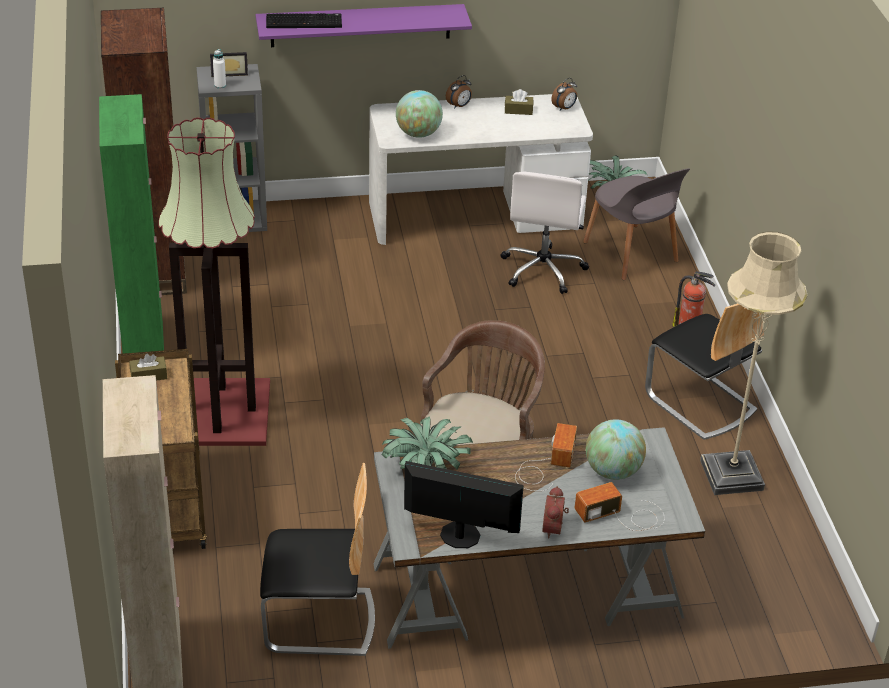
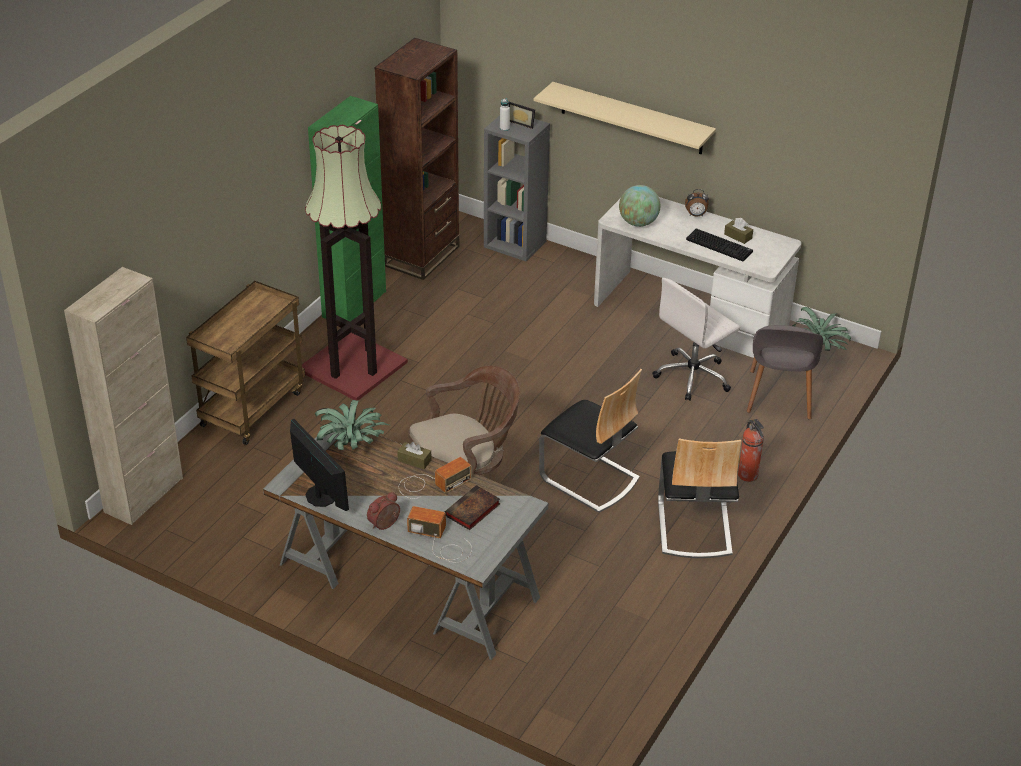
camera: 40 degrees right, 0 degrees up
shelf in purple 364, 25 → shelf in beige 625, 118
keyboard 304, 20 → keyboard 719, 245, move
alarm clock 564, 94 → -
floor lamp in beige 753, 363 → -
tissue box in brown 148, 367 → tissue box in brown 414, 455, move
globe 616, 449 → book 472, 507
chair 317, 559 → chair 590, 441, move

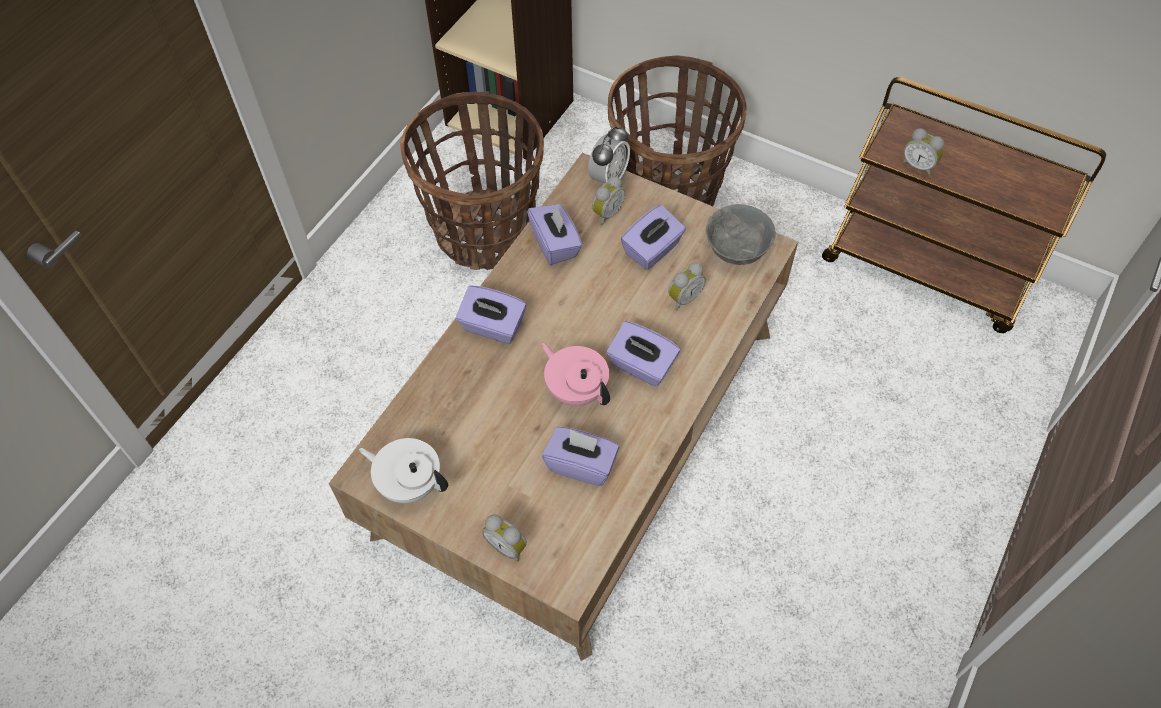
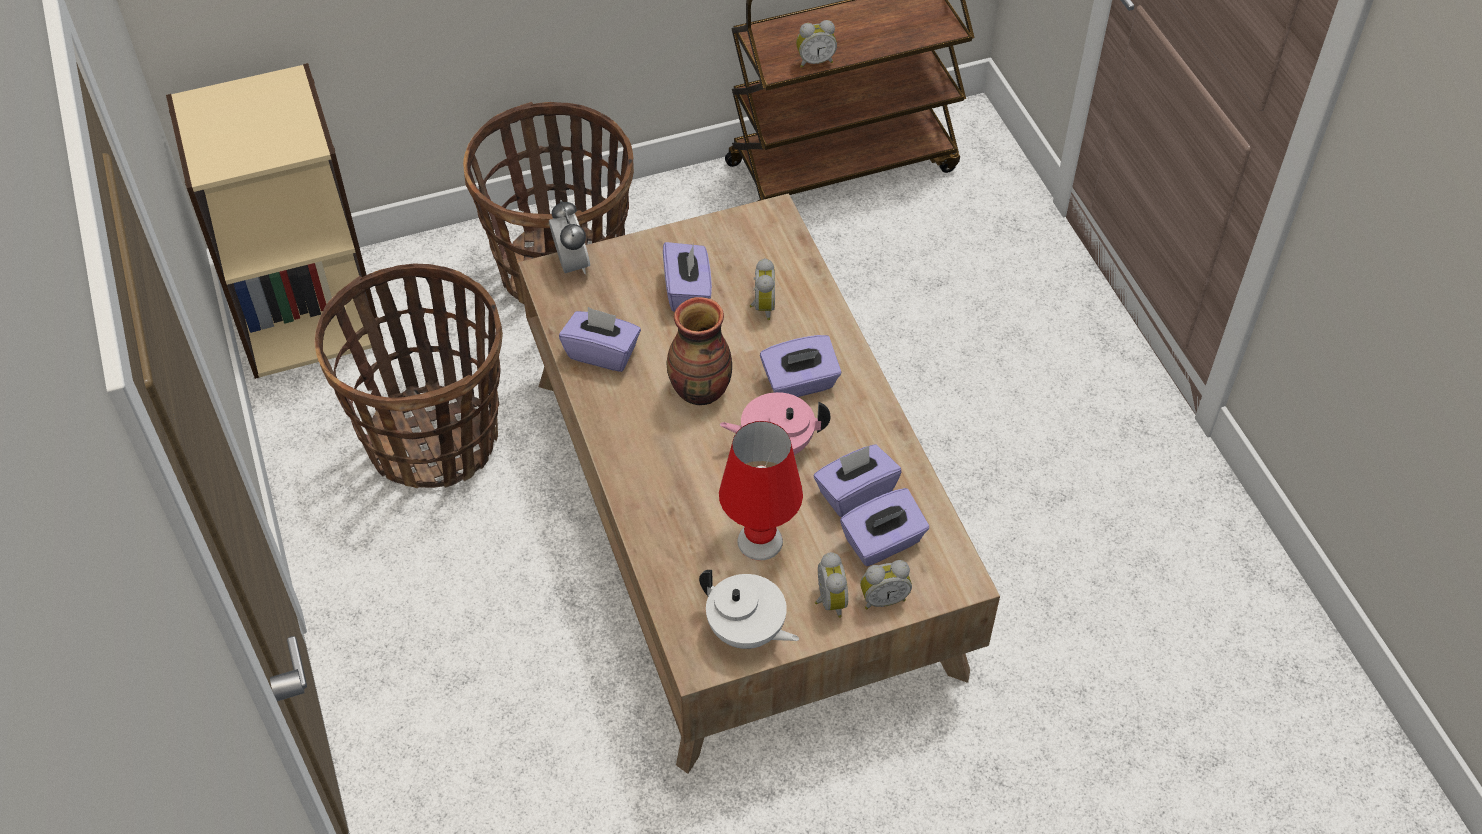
camera: 50 degrees left, 5 degrees down
alarm clock 608, 200 → alarm clock 831, 585, move
bowl in grey 741, 234 → -
tissue box in purple 491, 314 → tissue box in purple 884, 527, move
teapot in white 403, 470 → teapot in white 749, 609, 120 degrees counterclockwise
- → vase 699, 351
- → table lamp in red 761, 491

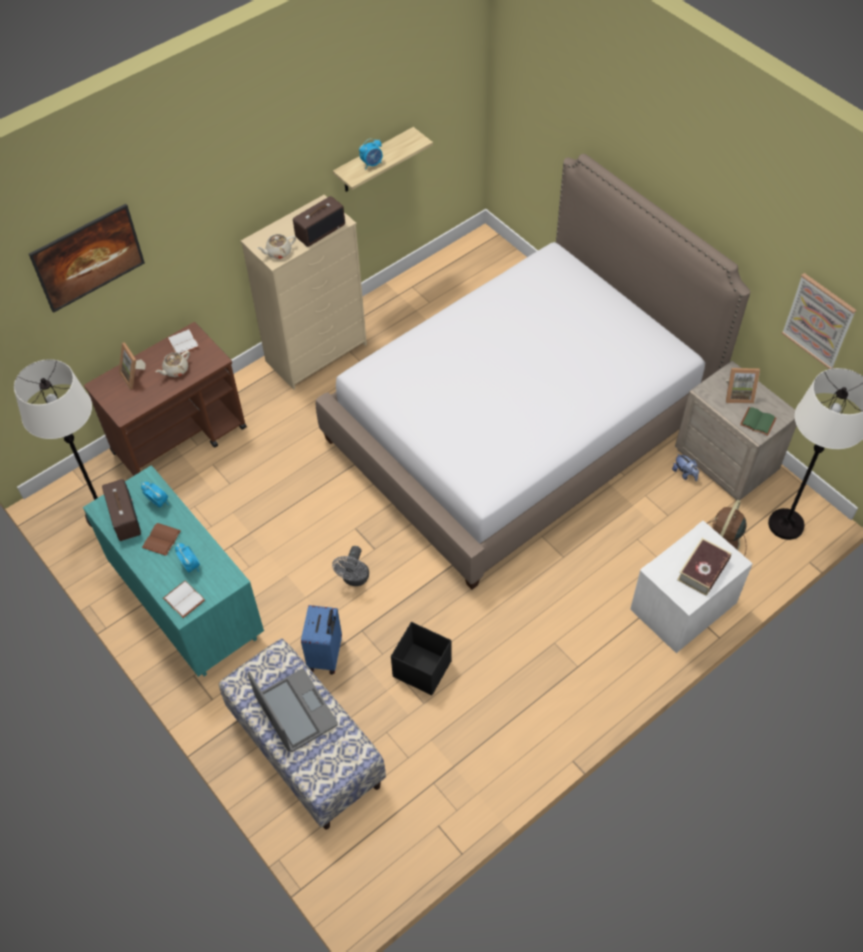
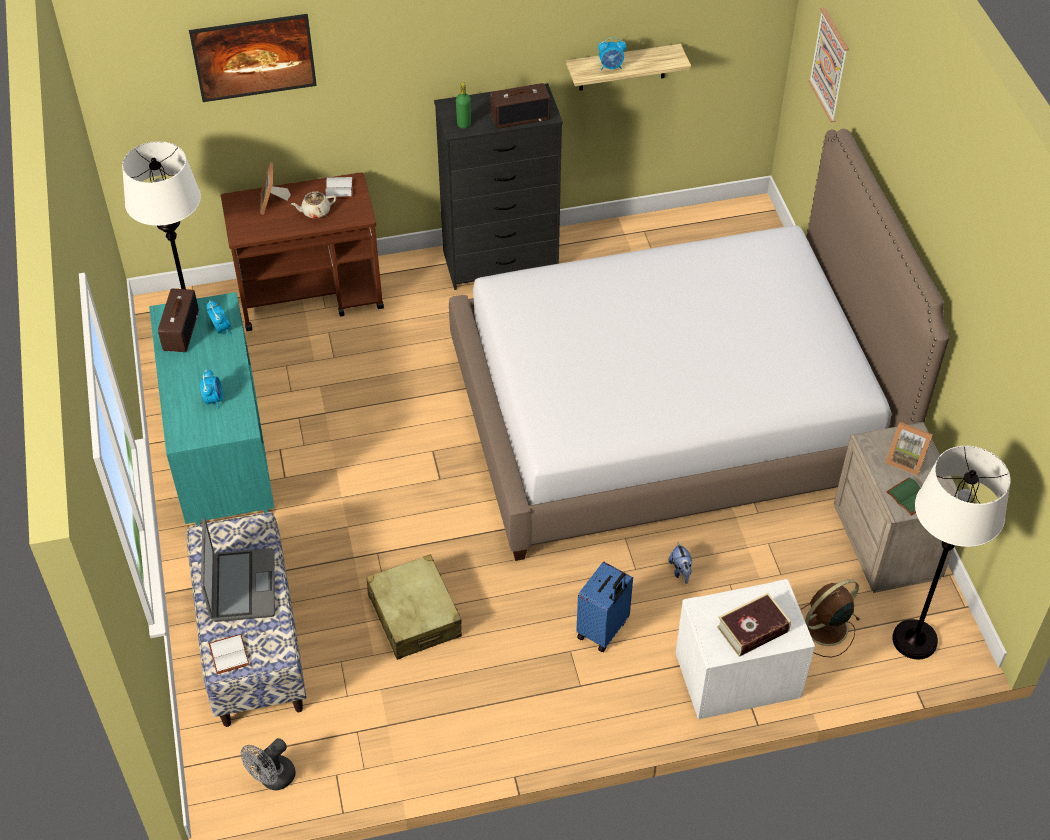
camera: 25 degrees right, 5 degrees down
dresser in beige 304, 292 → dresser in black 498, 186
teapot in beige 276, 246 → bottle in green 463, 105
picture 819, 321 → picture 828, 64, move
plush toy 685, 467 → plush toy 680, 563, move
book in brown 161, 539 → -
fan in grey 350, 566 → fan in grey 268, 764, move
book in white 184, 599 → book in white 229, 654, move
suitcase in blue 321, 639 → suitcase in blue 604, 607, move
storage box in black 421, 658 → suitcase in beige 414, 607

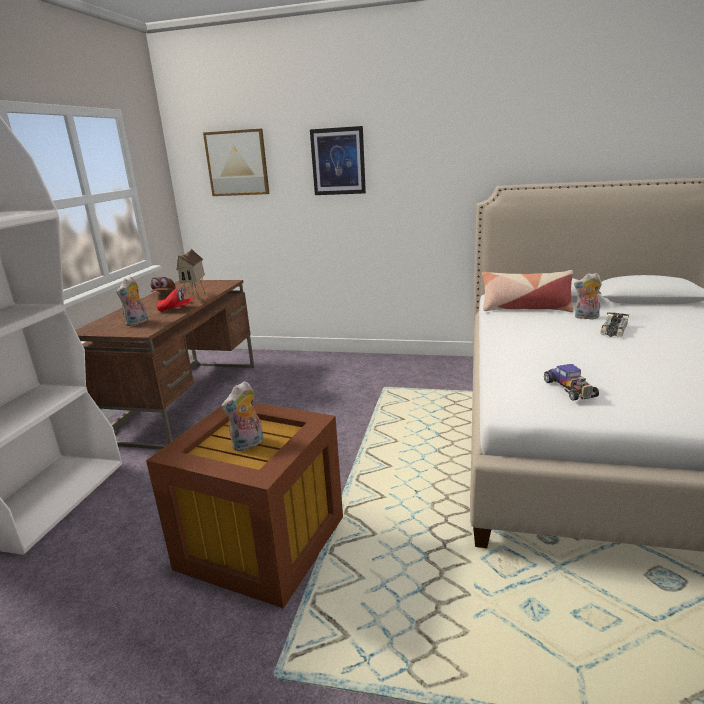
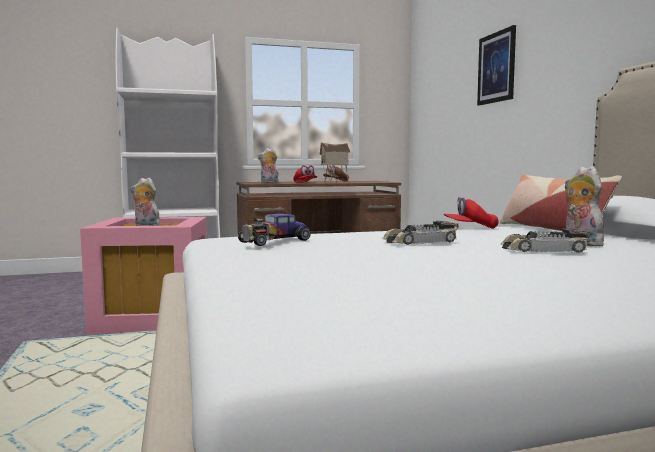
camera: 60 degrees right, 15 degrees down
picture 236, 162 → -
storage box in brown 244, 505 → storage box in pink 143, 275
- → cap in red 471, 213
- → toy car 420, 233

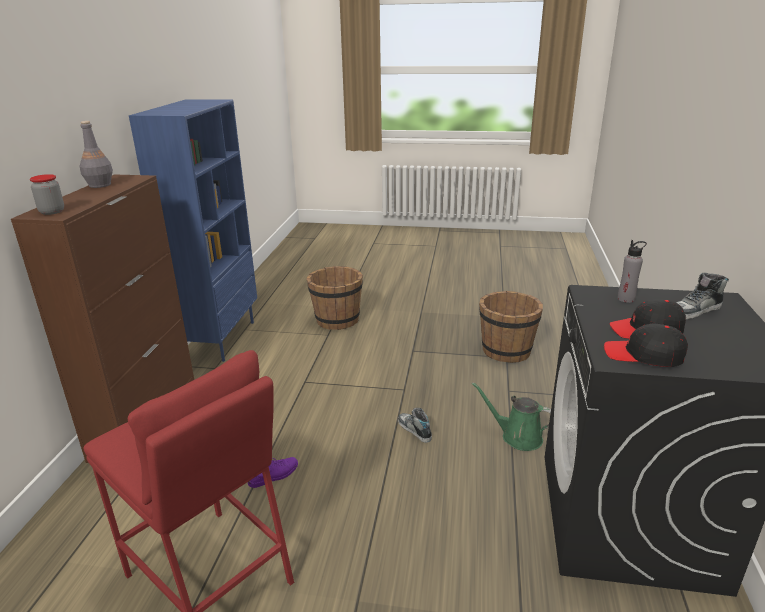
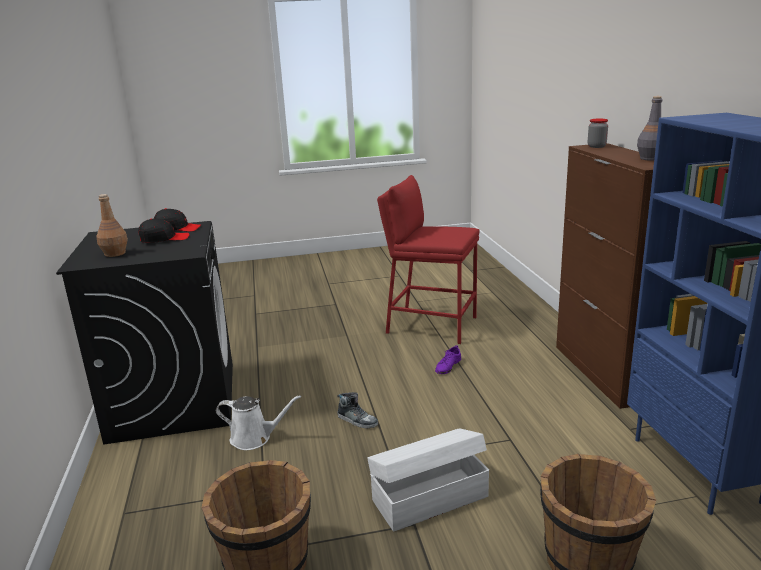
camera: 160 degrees right, 5 degrees down
bottle in grey 632, 271 → -
shoe 702, 296 → bottle in brown 112, 225
watering can in green 511, 416 → watering can in white 258, 422
- → storage box in white 428, 480

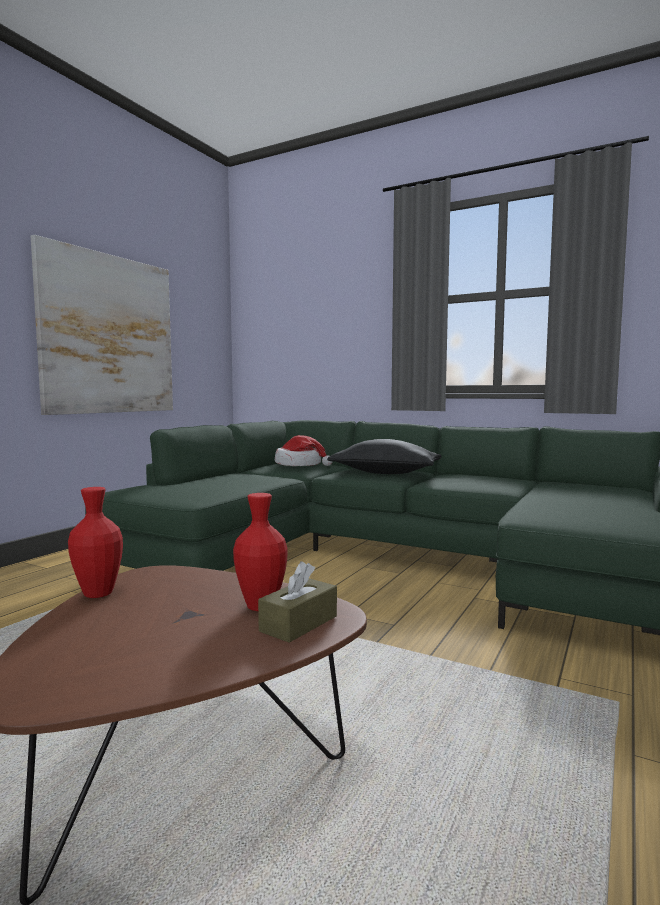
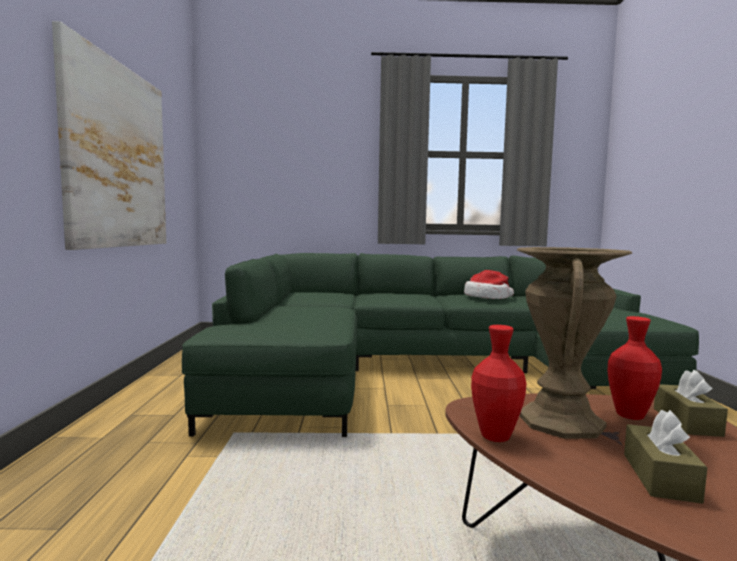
camera: 30 degrees left, 0 degrees up
hat 304, 450 → hat 489, 284, move
pillow in black 384, 456 → -
- → vase in brown 575, 343
- → tissue box in brown 666, 457

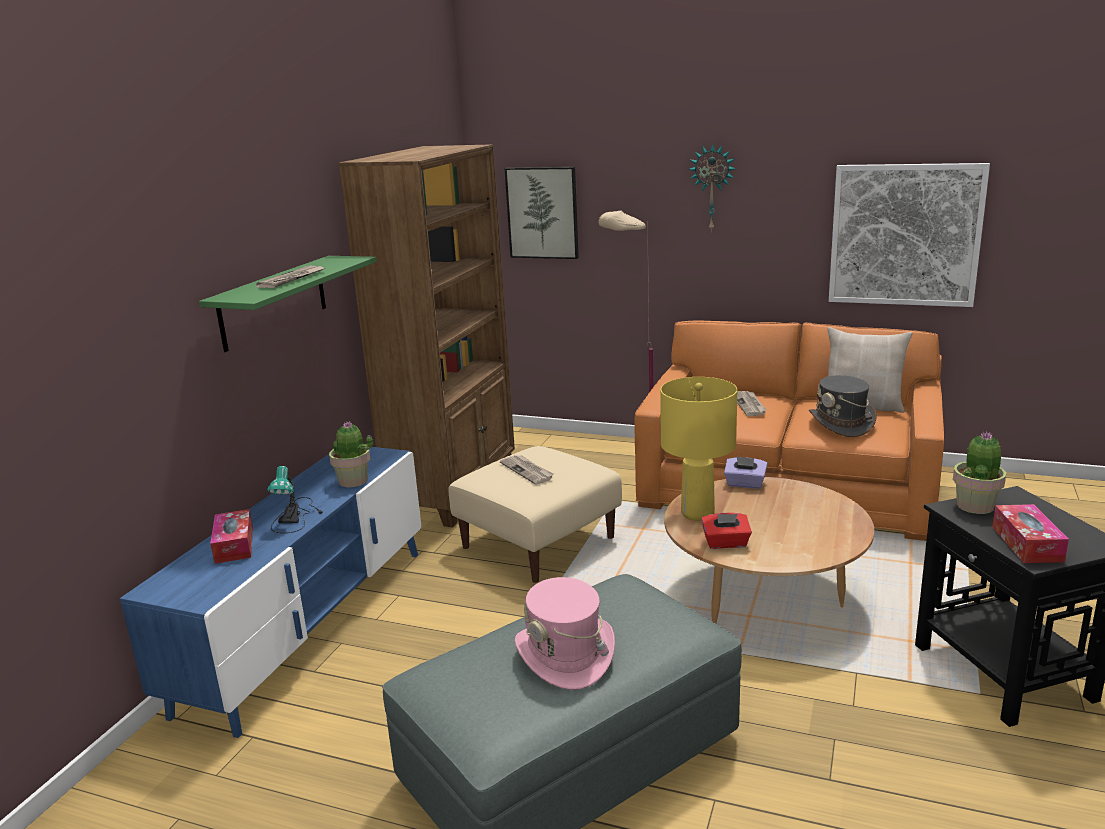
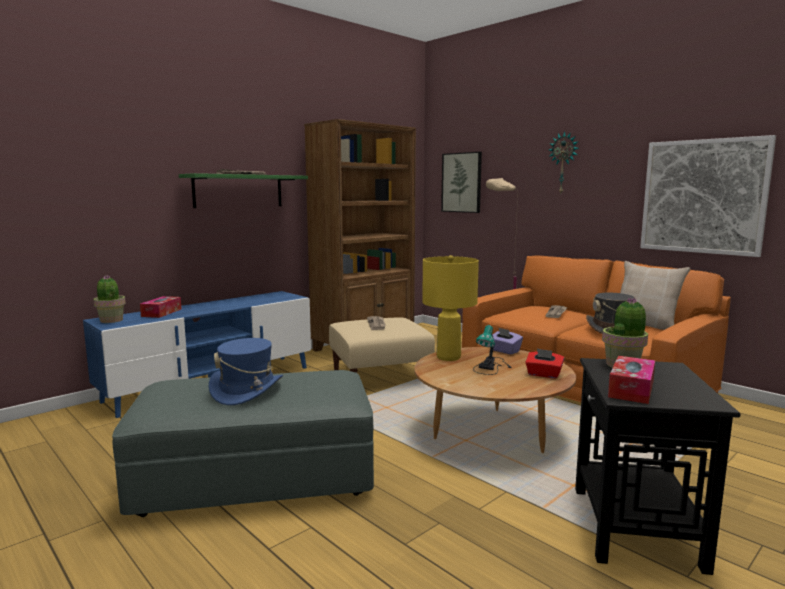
camera: 25 degrees right, 10 degrees down
potted plant 351, 454 → potted plant 109, 299, move
table lamp 295, 499 → table lamp 492, 350, move
tissue box in red 726, 531 → tissue box in red 544, 364, move
hat in pink 565, 633 → hat in blue 246, 371

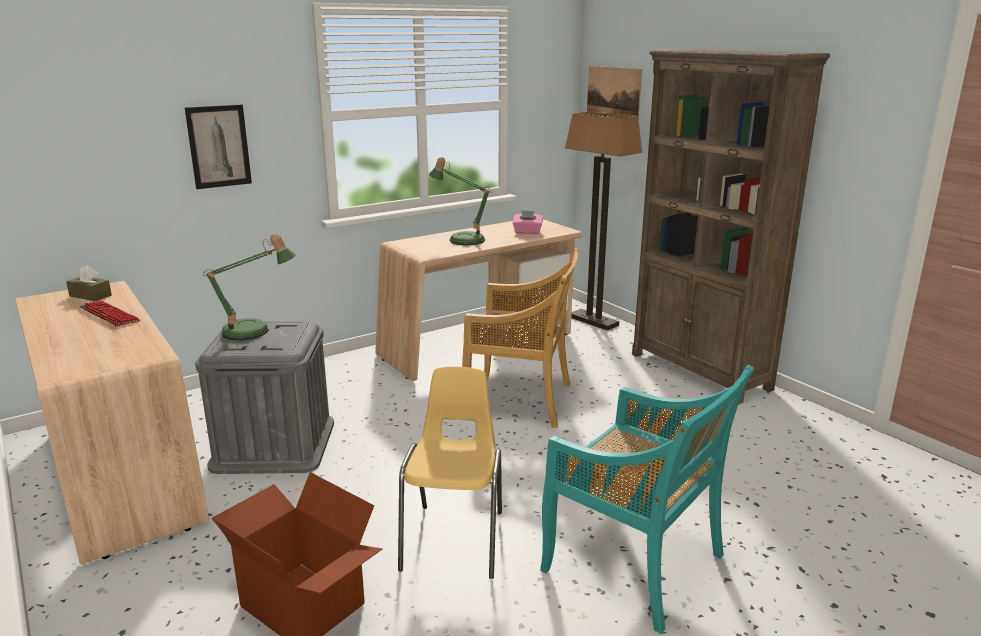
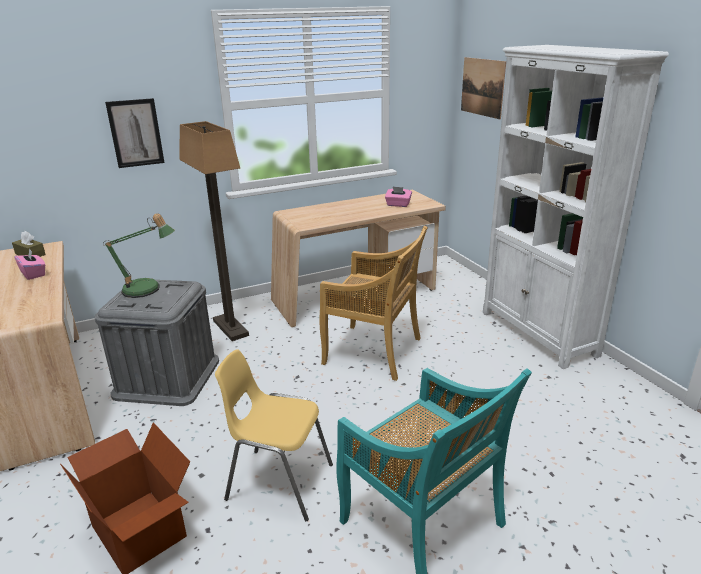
camera: 10 degrees right, 5 degrees up
bookcase in brown 731, 227 → bookcase in white 576, 207
floor lamp 603, 221 → floor lamp 214, 231, move
table lamp 460, 201 → -
keyboard 109, 313 → tissue box in pink 30, 264
chair in yellow 450, 473 → chair in yellow 274, 435, 90 degrees counterclockwise

